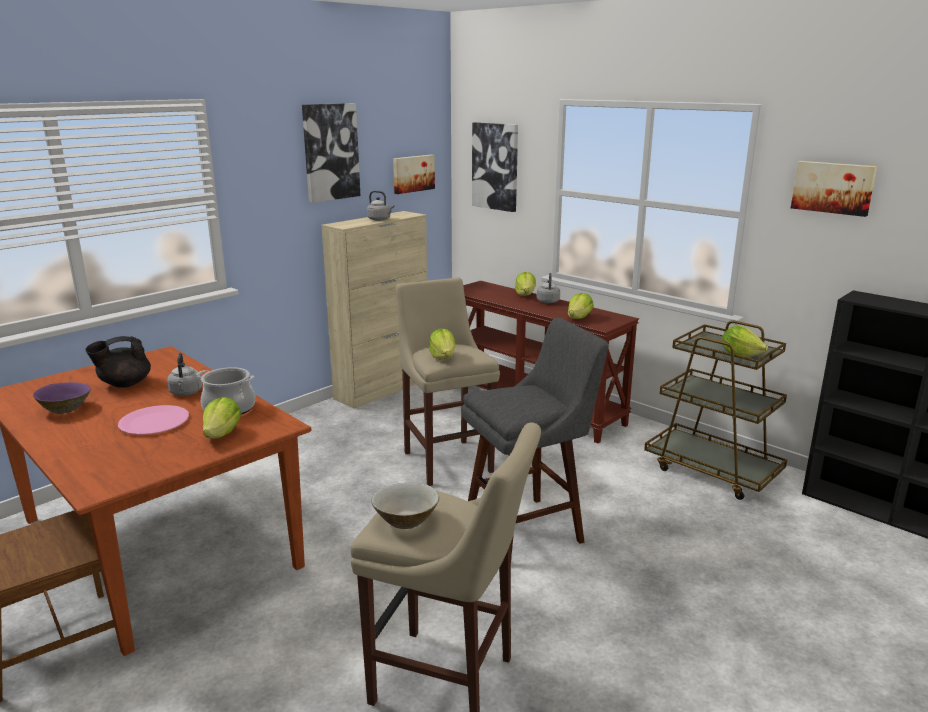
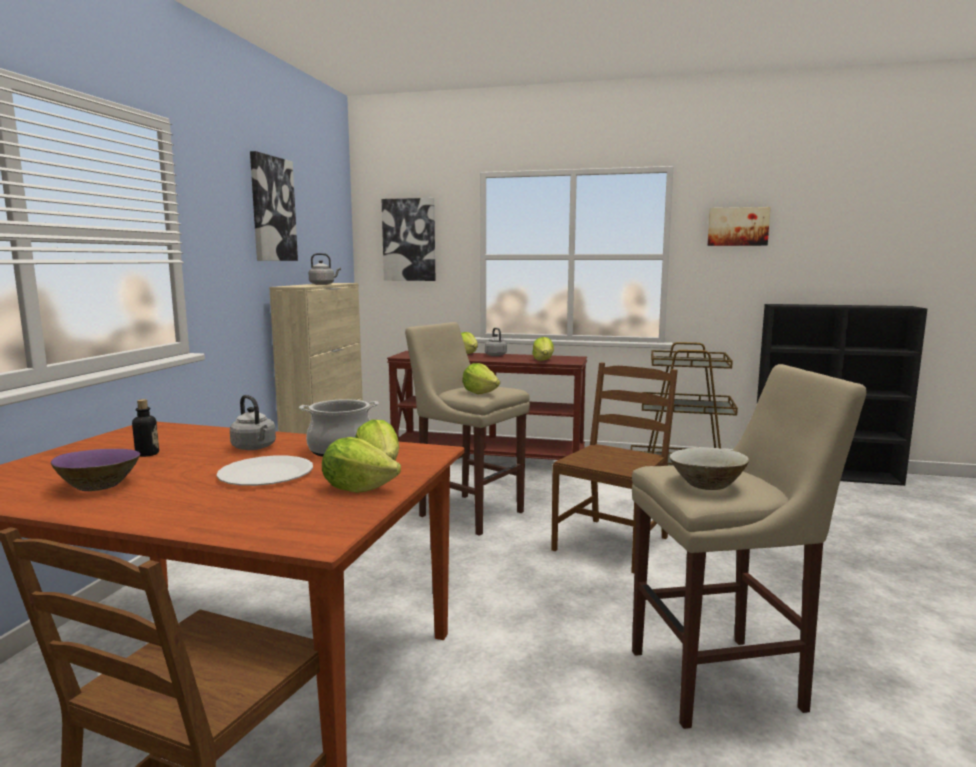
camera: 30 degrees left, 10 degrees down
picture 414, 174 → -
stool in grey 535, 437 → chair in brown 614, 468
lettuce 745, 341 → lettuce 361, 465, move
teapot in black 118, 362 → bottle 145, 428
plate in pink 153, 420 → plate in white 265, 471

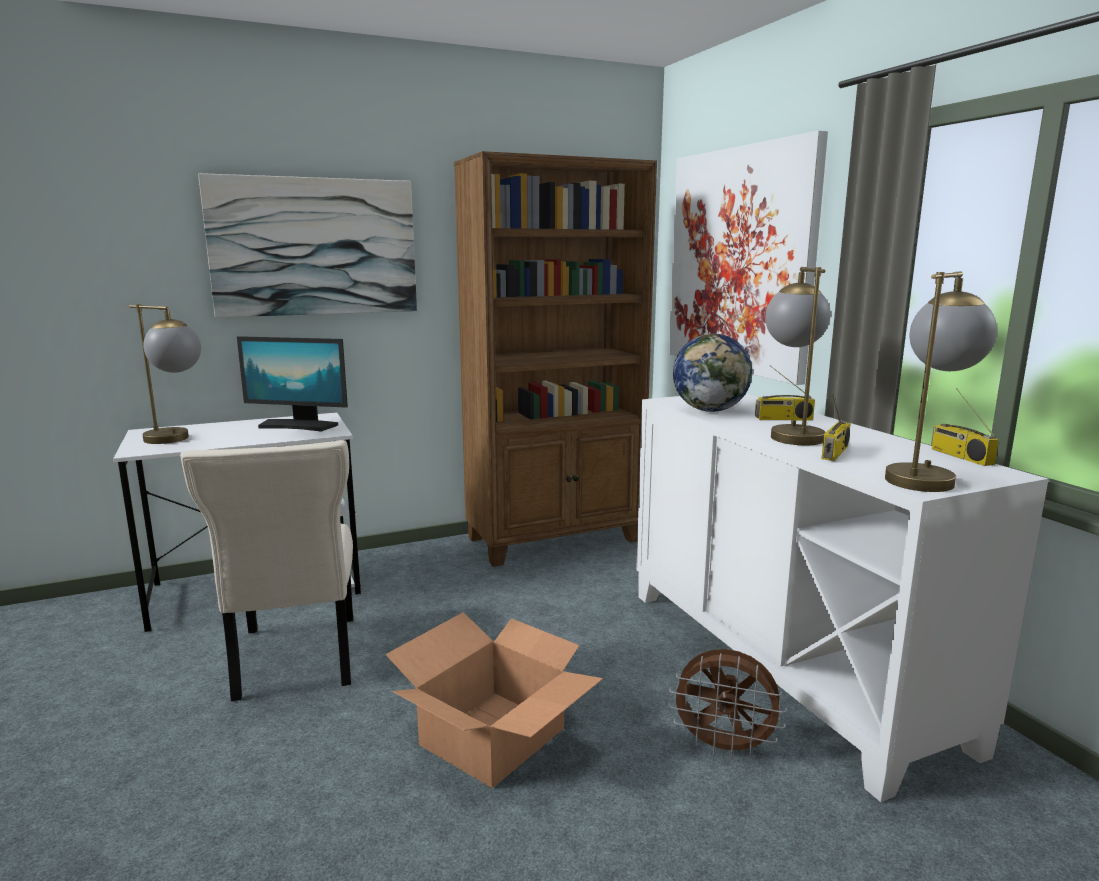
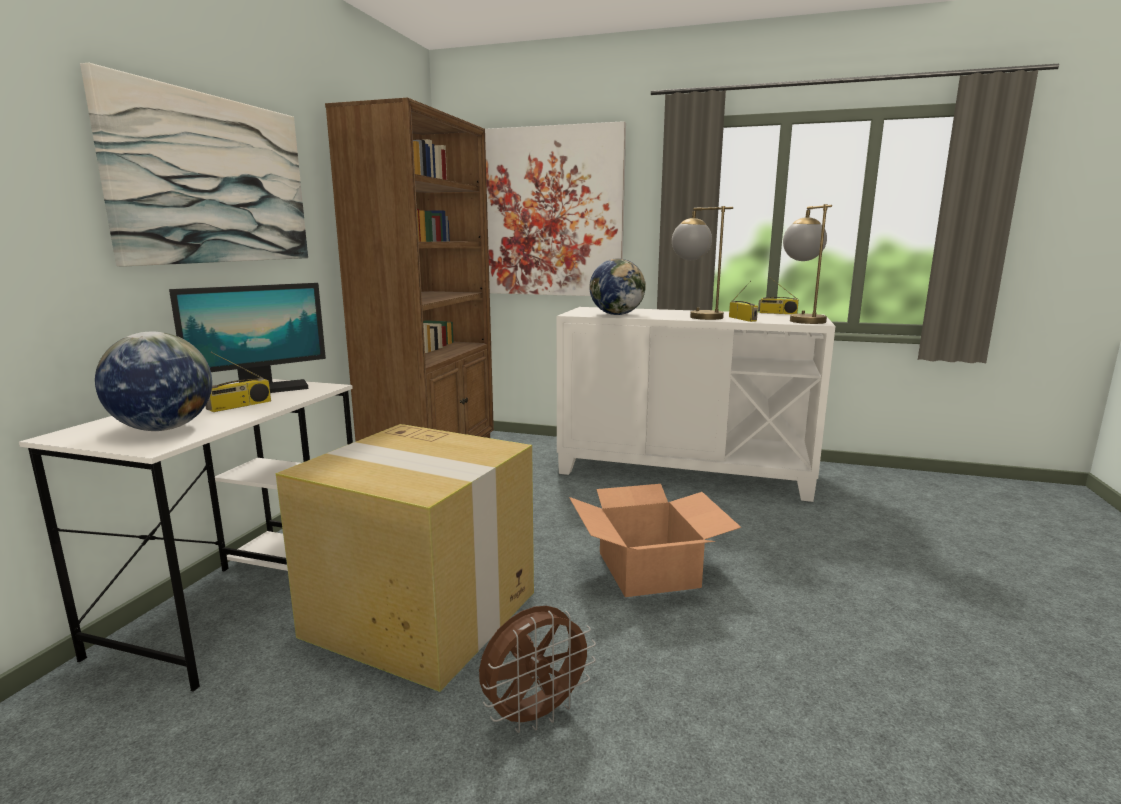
camera: 50 degrees left, 0 degrees up
table lamp 165, 374 → globe 153, 381
radio 785, 393 → radio 238, 382, move
chair in beige 266, 570 → cardboard box 405, 558
fan in brown 728, 704 → fan in brown 537, 669, move

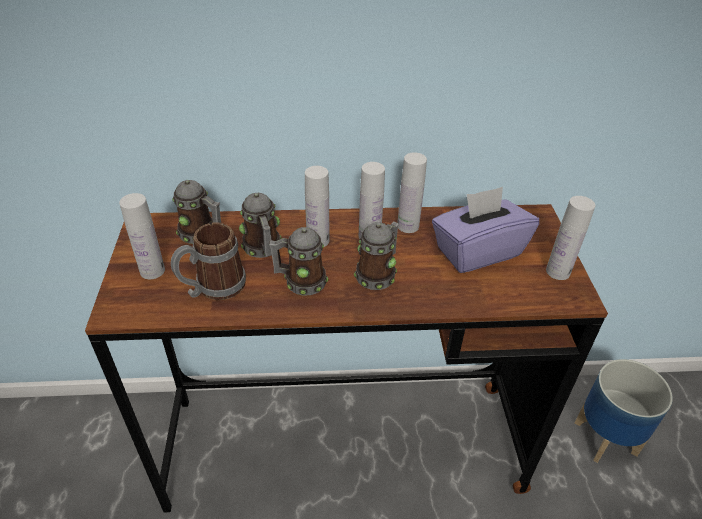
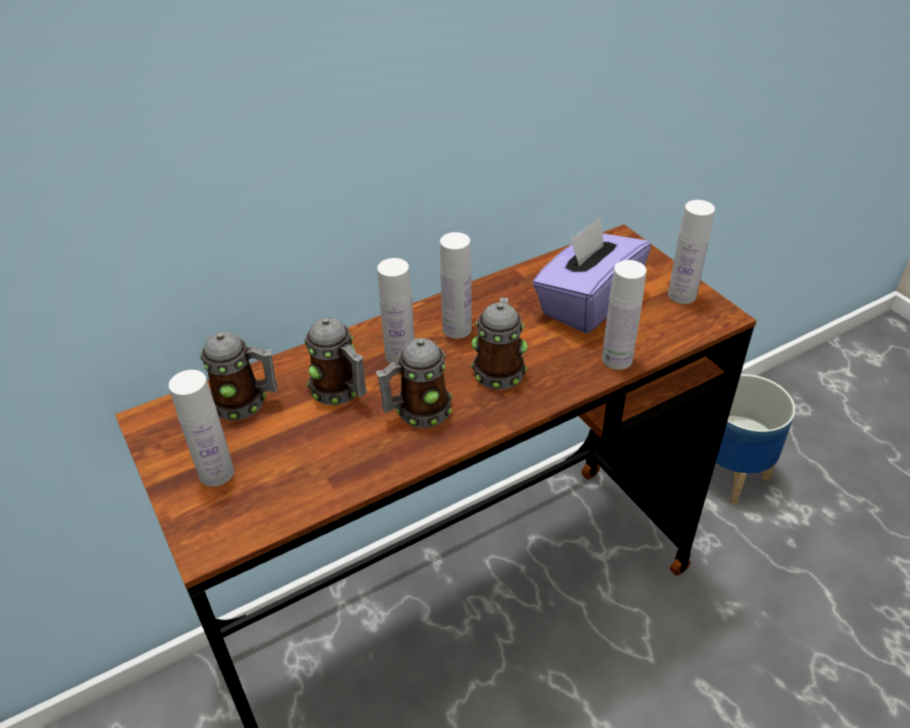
camera: 25 degrees left, 0 degrees up
bottle in white 412, 192 → bottle in white 624, 315, move
mug 208, 261 → -

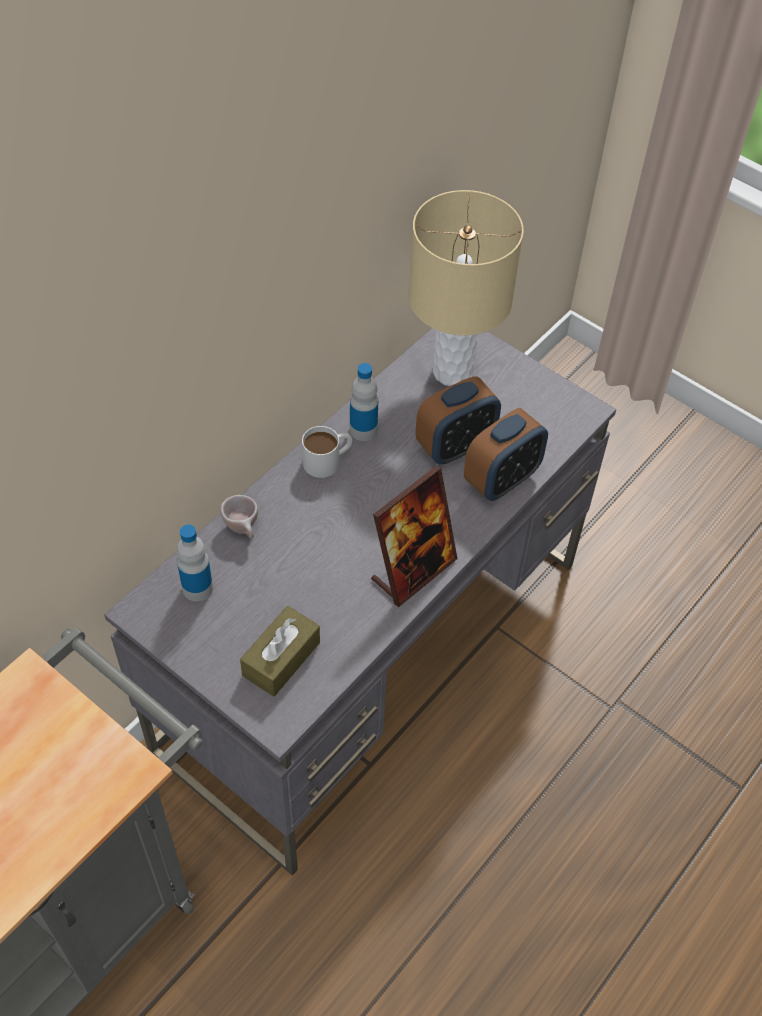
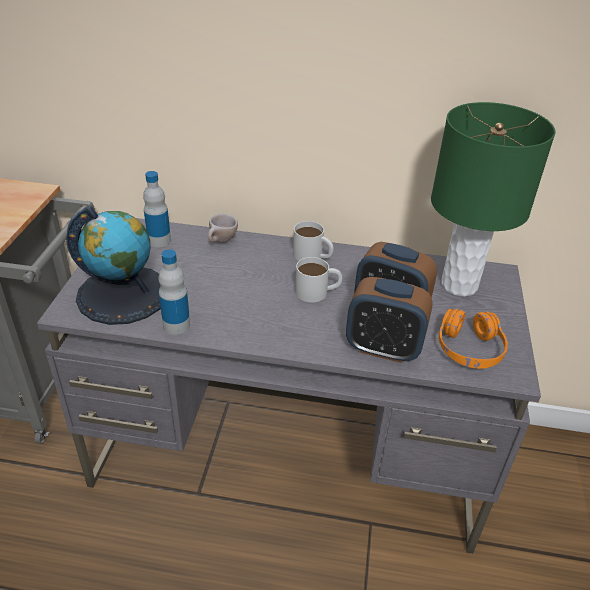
camera: 60 degrees right, 15 degrees down
table lamp in beige 466, 288 → table lamp in green 493, 199
bottle 364, 402 → bottle 174, 292, move
picture frame 414, 536 → -
tissue box in brown 280, 651 → globe 113, 265
- → mug in white 318, 279
- → headphones in orange 473, 339

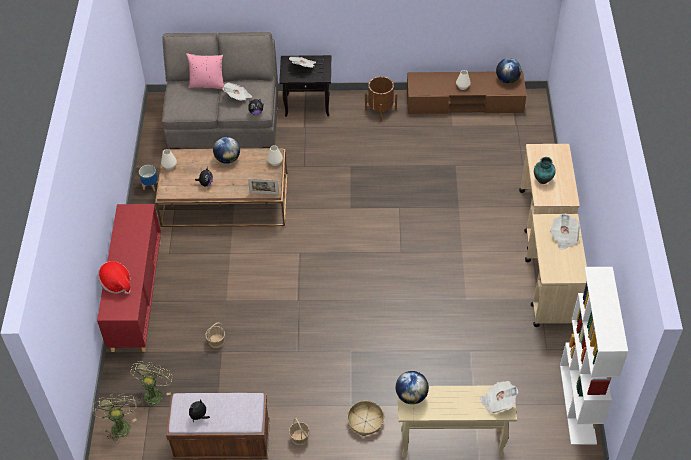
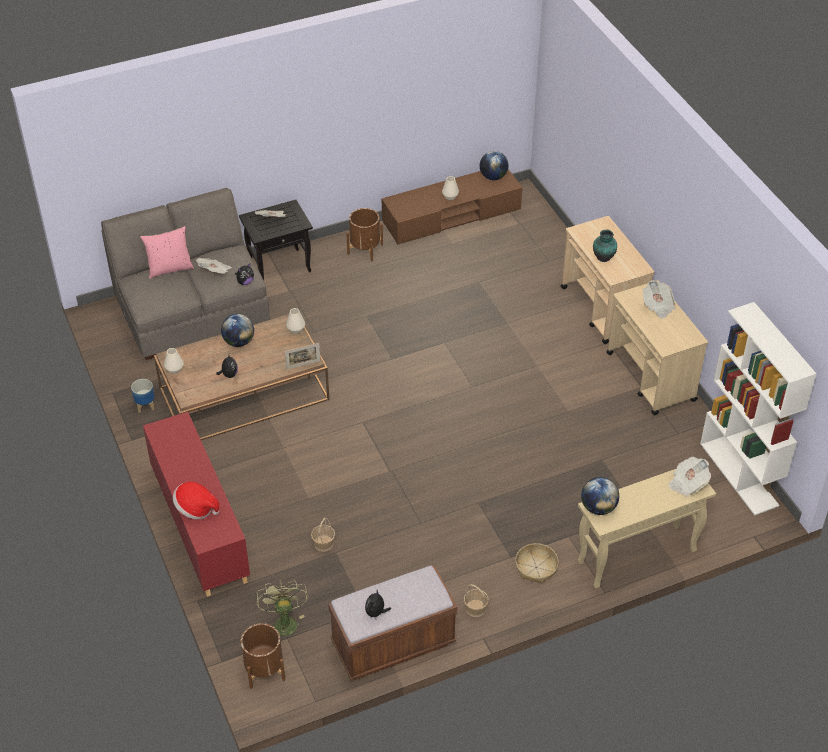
camera: 25 degrees left, 5 degrees down
fan in green 115, 418 → planter in brown 263, 656

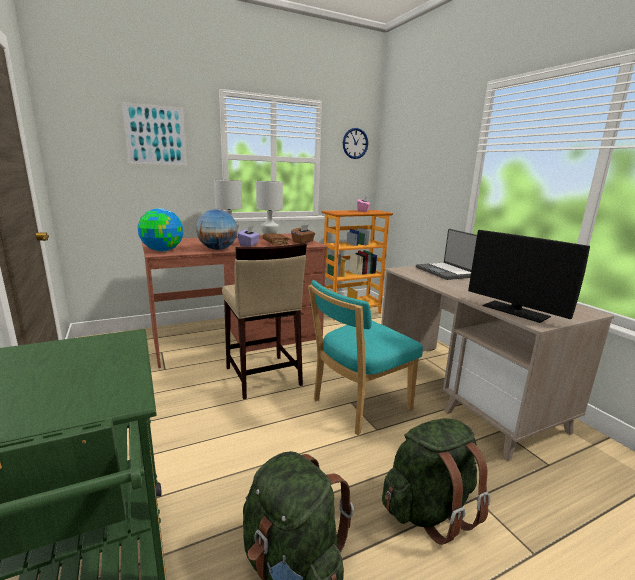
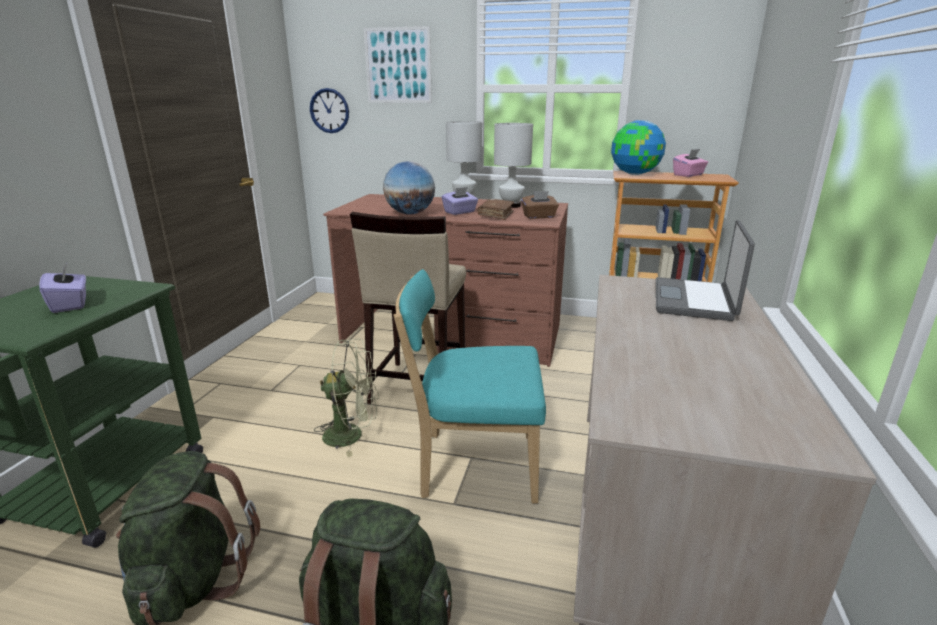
camera: 40 degrees right, 5 degrees up
wall clock 355, 143 → wall clock 329, 110, move
globe 160, 230 → globe 638, 147, move
monitor 529, 276 → -
- → tissue box in purple 62, 288
- → fan in green 346, 398

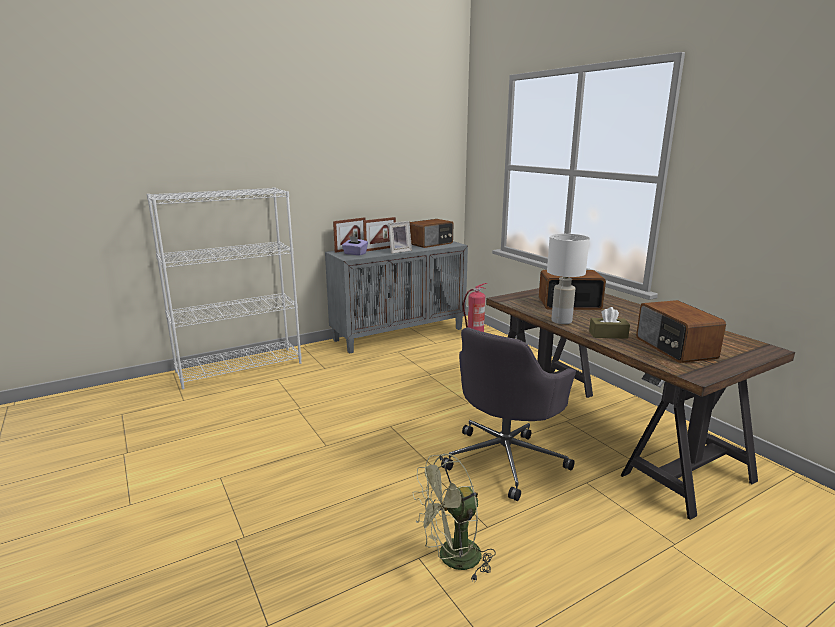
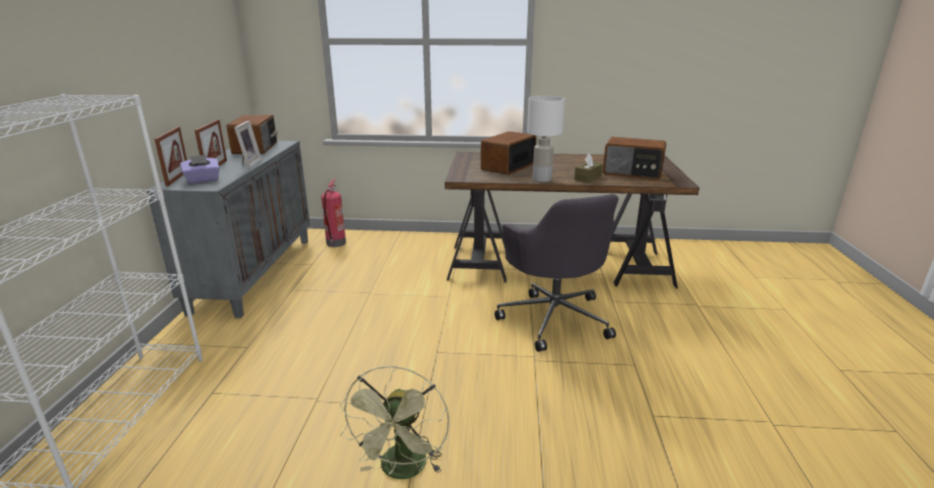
camera: 55 degrees left, 5 degrees up
fan in green 454, 516 → fan in green 394, 422, move

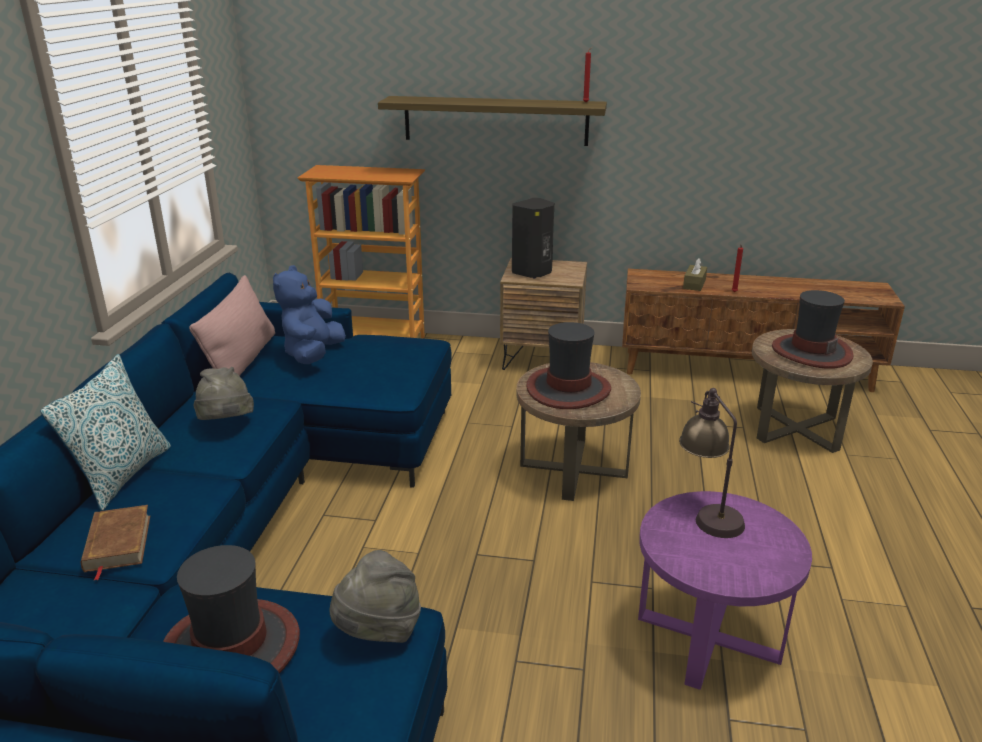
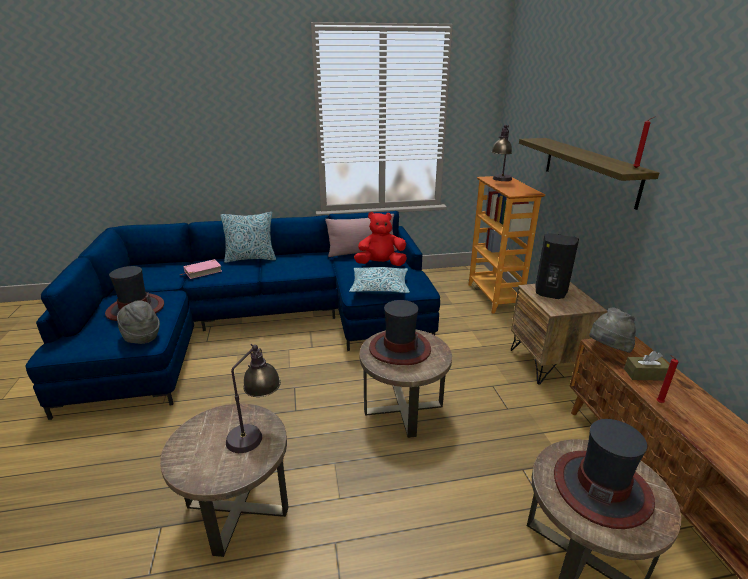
camera: 70 degrees right, 0 degrees up
plush toy in blue 309, 314 → plush toy in red 380, 239
hat in grey 223, 393 → hat in grey 612, 330, move
side table in purple 725, 590 → side table in brown 224, 480
book in brown 115, 542 → book in pink 201, 269
- → table lamp 502, 153
- → pillow 379, 281

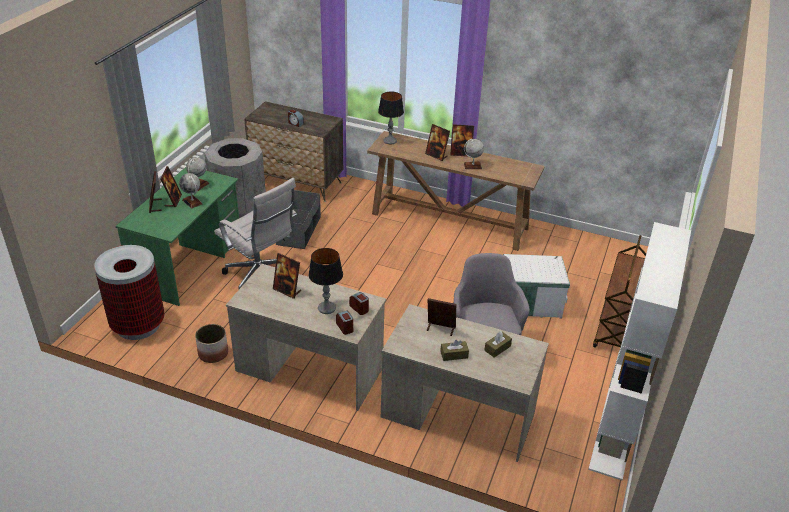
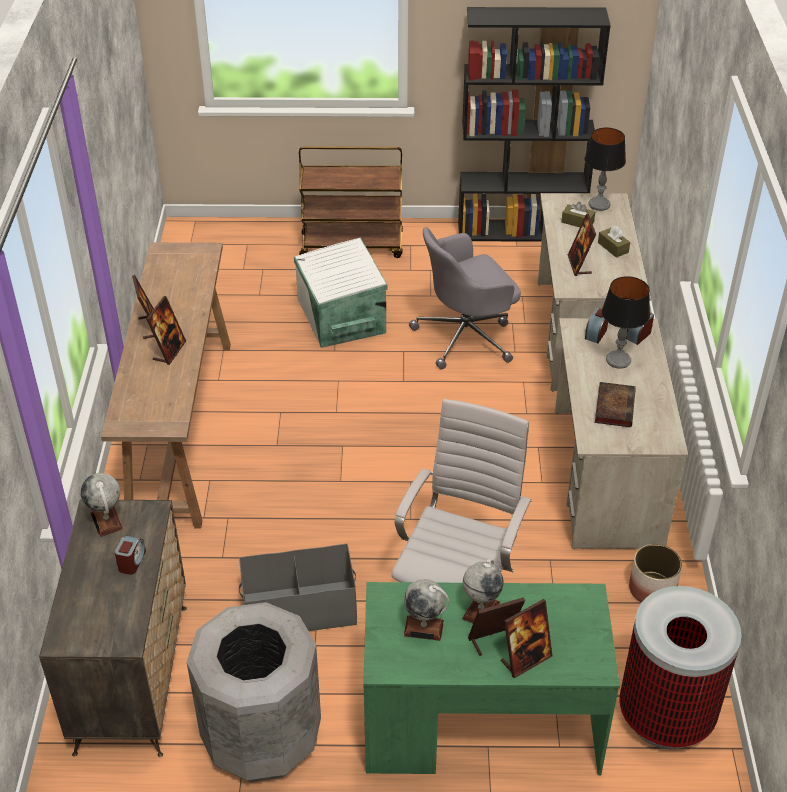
camera: 110 degrees left, 5 degrees up
table lamp 391, 117 → table lamp 605, 169, move
globe 474, 154 → globe 102, 505, move
bookcase in white 639, 351 → bookcase in black 534, 124
picture frame 287, 276 → book 615, 404

